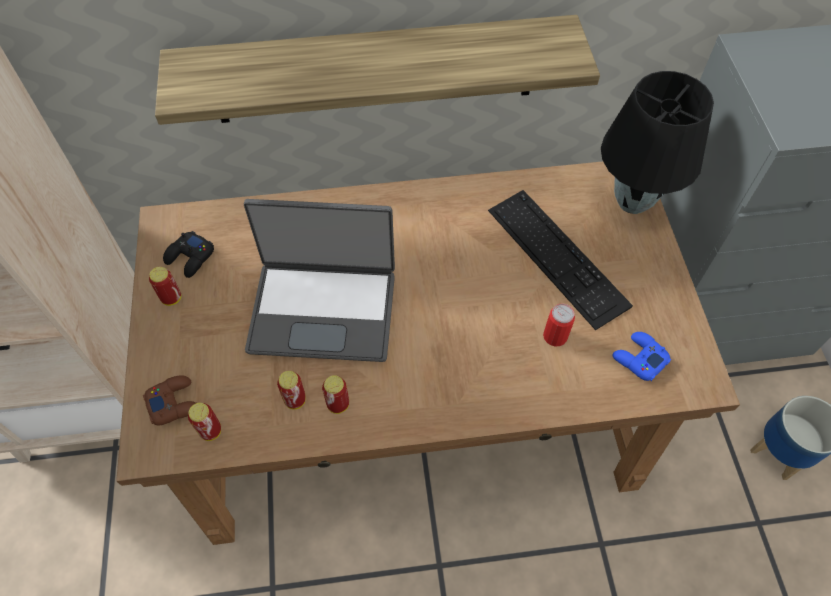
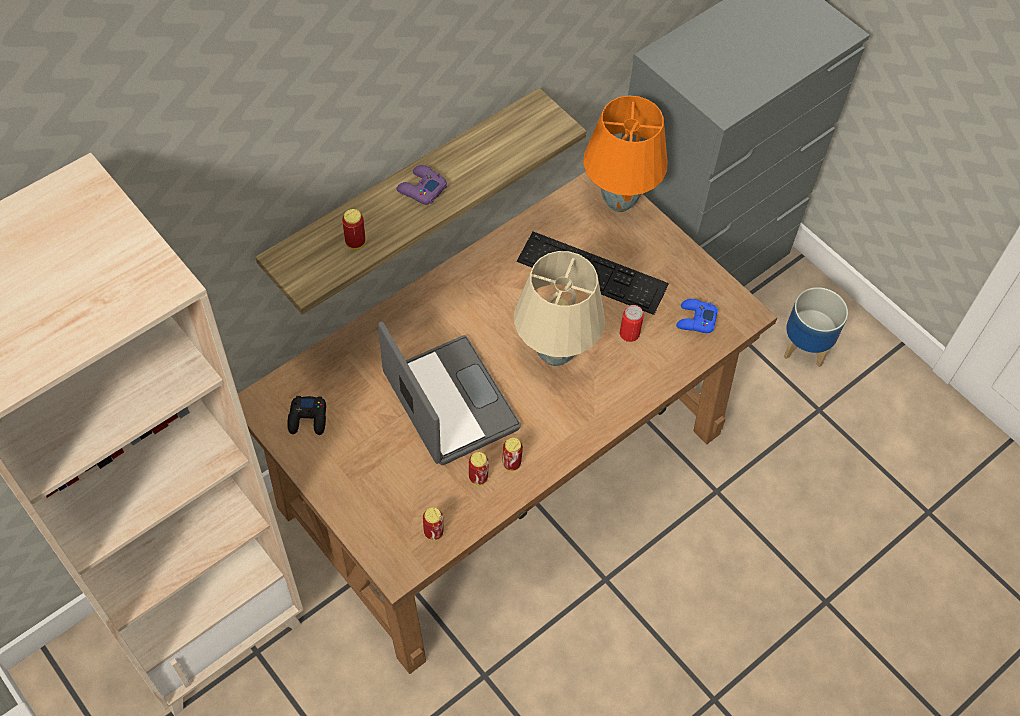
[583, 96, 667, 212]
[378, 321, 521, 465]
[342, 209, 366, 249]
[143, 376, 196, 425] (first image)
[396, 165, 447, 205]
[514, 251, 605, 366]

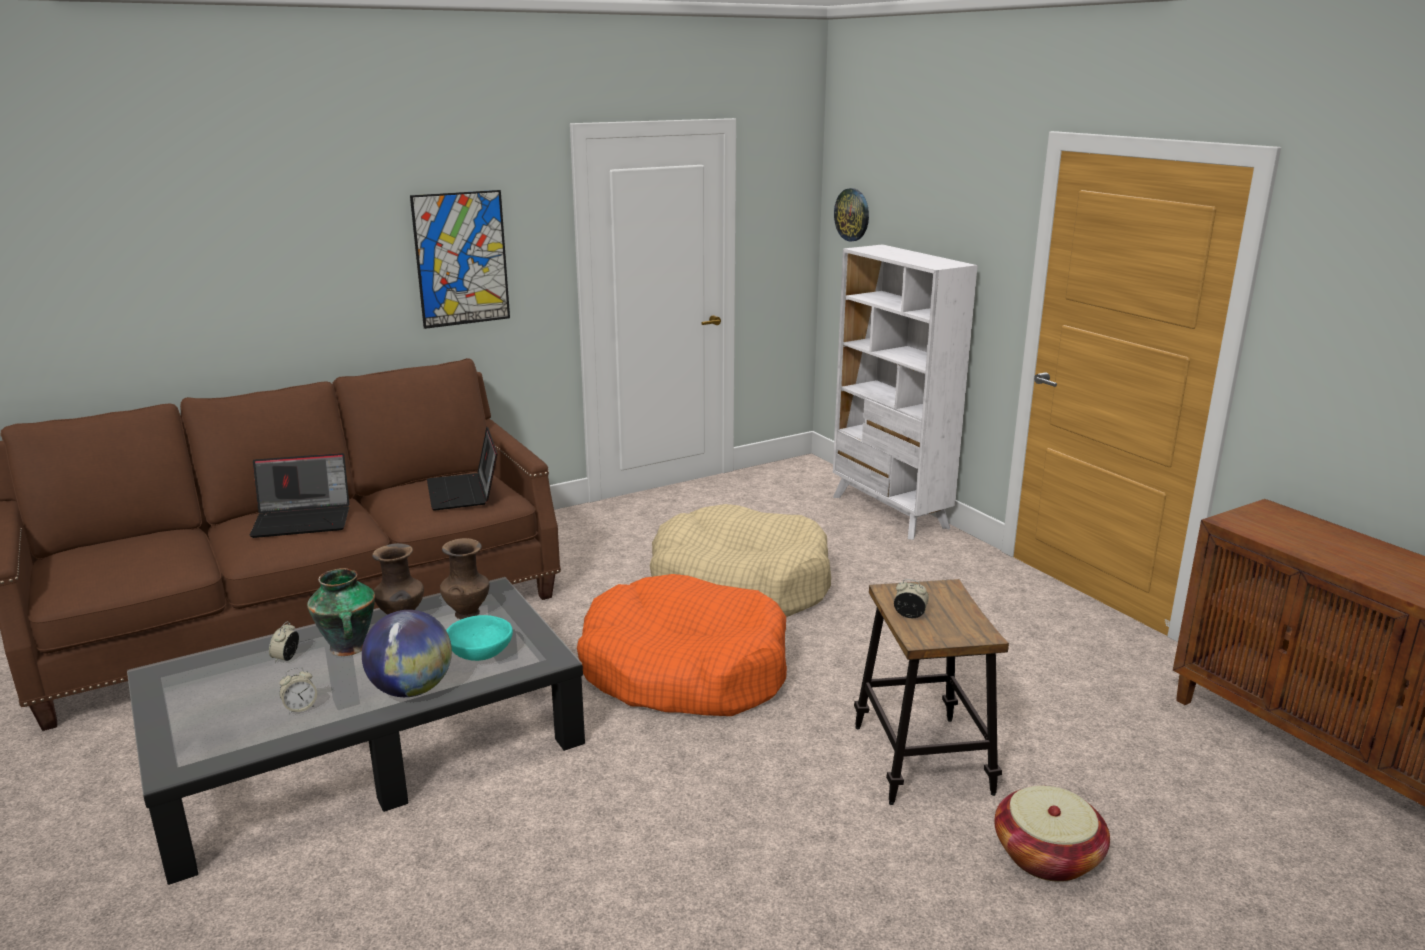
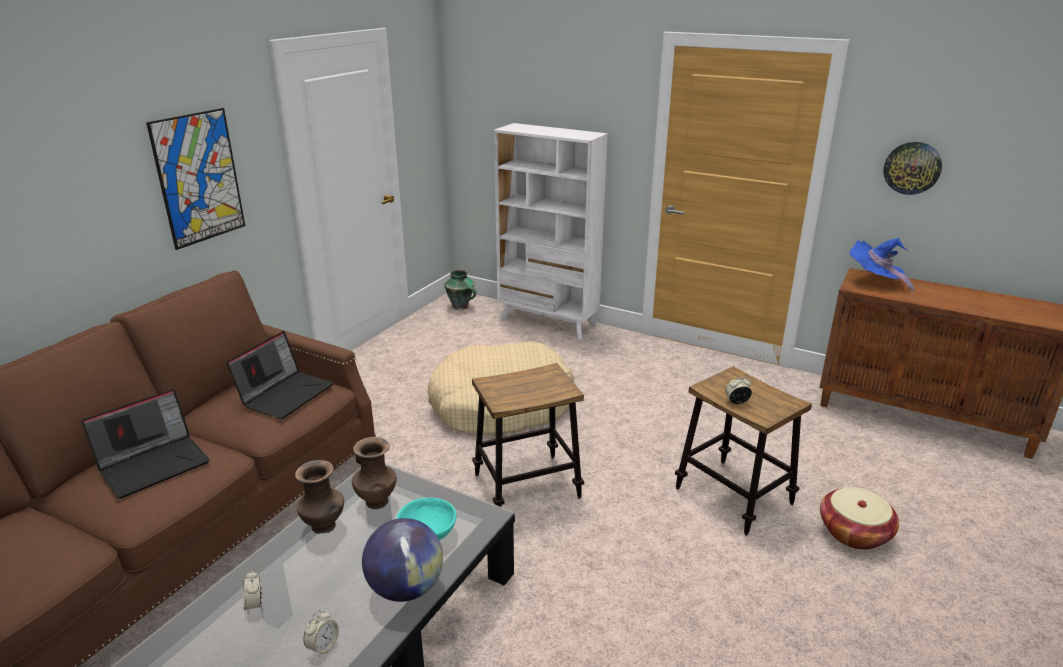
[883, 142, 942, 195]
[227, 331, 334, 419]
[444, 270, 476, 310]
[472, 363, 584, 507]
[850, 238, 915, 291]

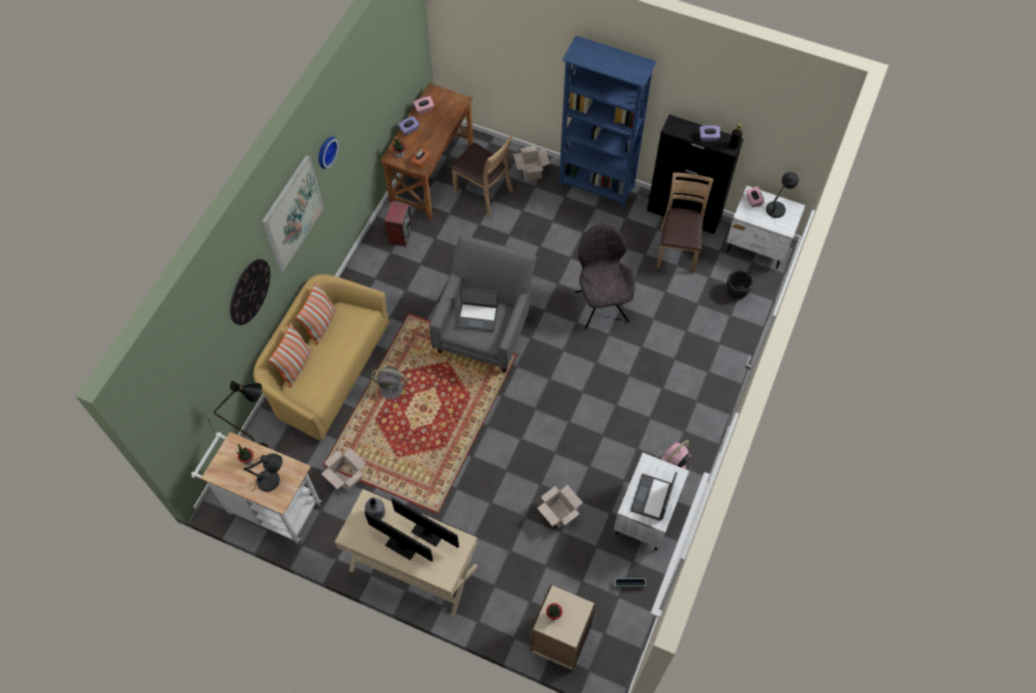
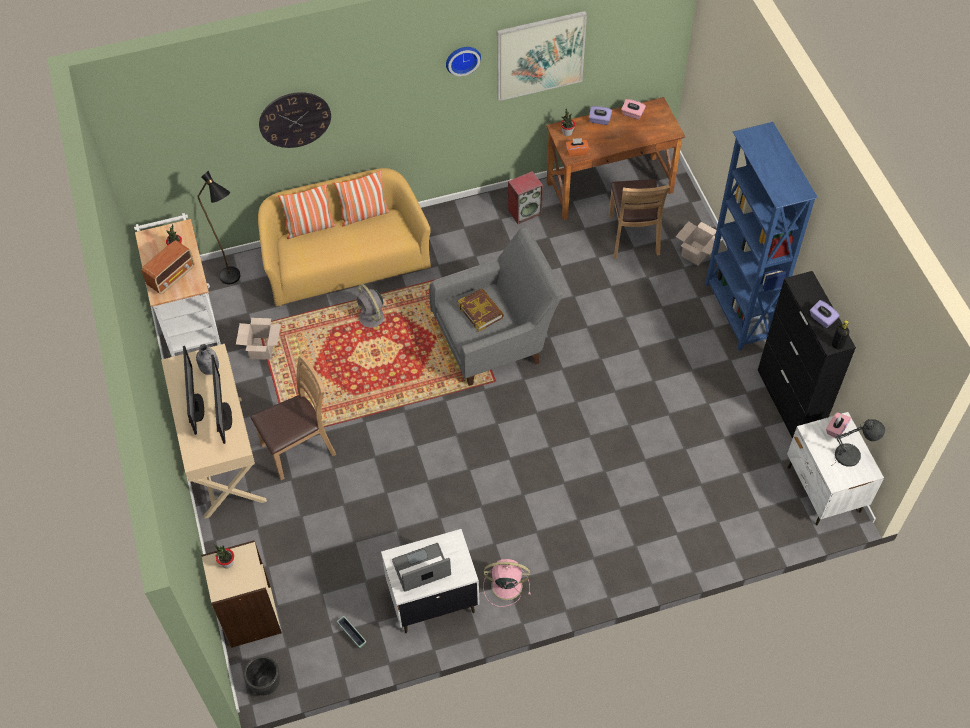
[497, 11, 587, 101]
[251, 354, 336, 480]
[575, 225, 635, 329] (first image)
[244, 656, 280, 695]
[458, 288, 504, 331]
[142, 240, 195, 294]
[537, 485, 583, 528] (first image)

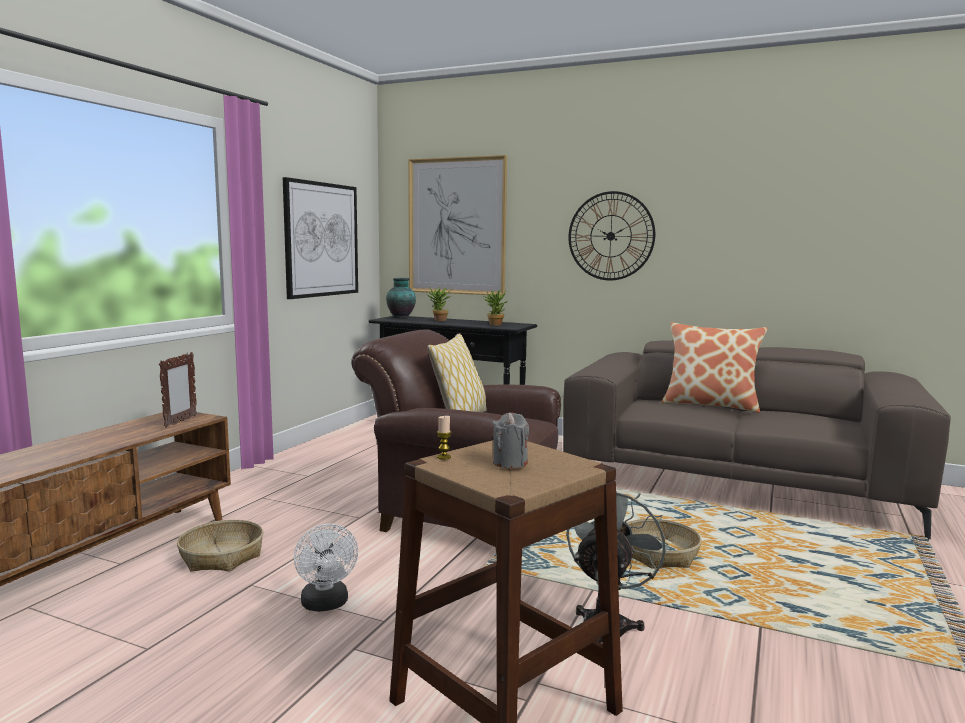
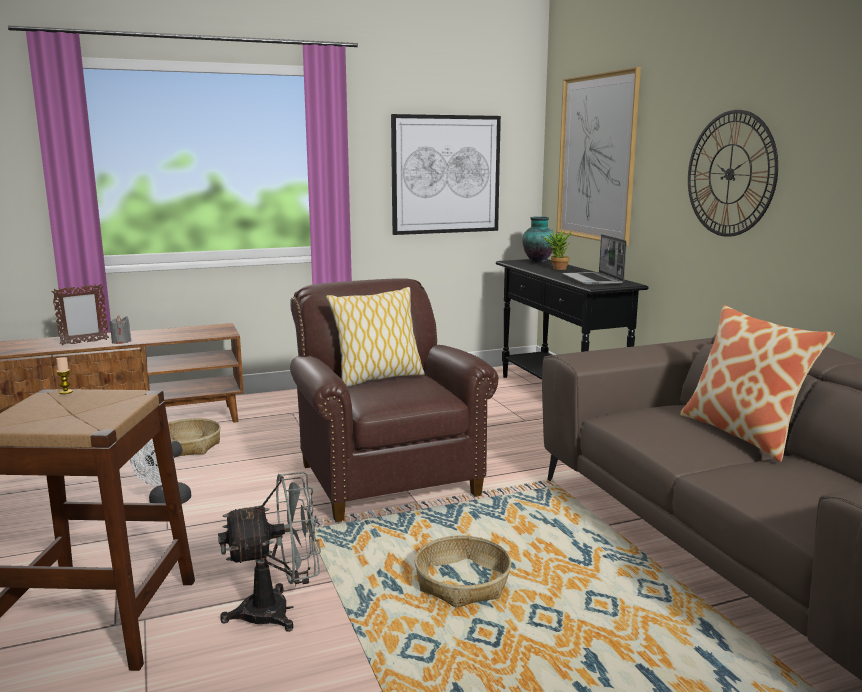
[562, 234, 627, 285]
[52, 284, 109, 346]
[109, 316, 131, 344]

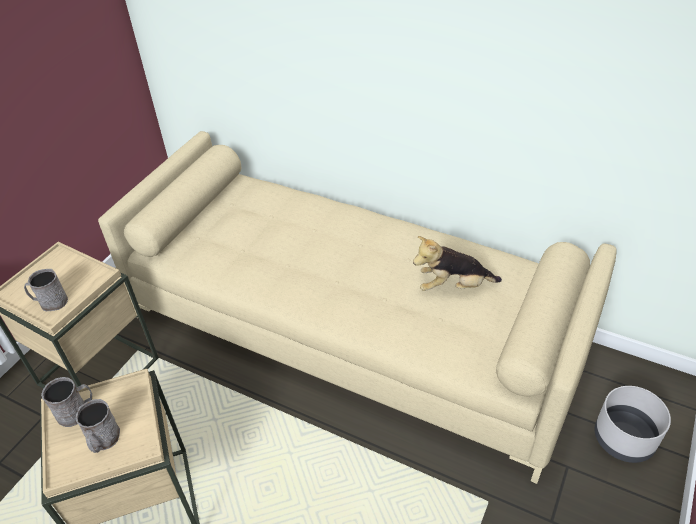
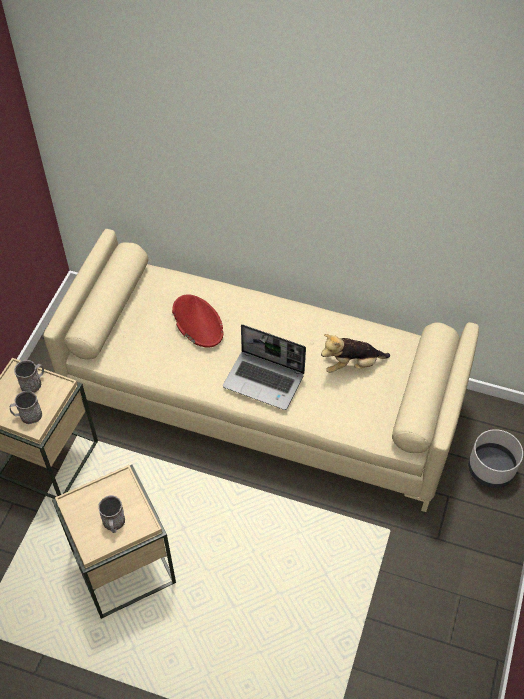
[14, 360, 44, 393]
[172, 294, 224, 348]
[223, 324, 306, 410]

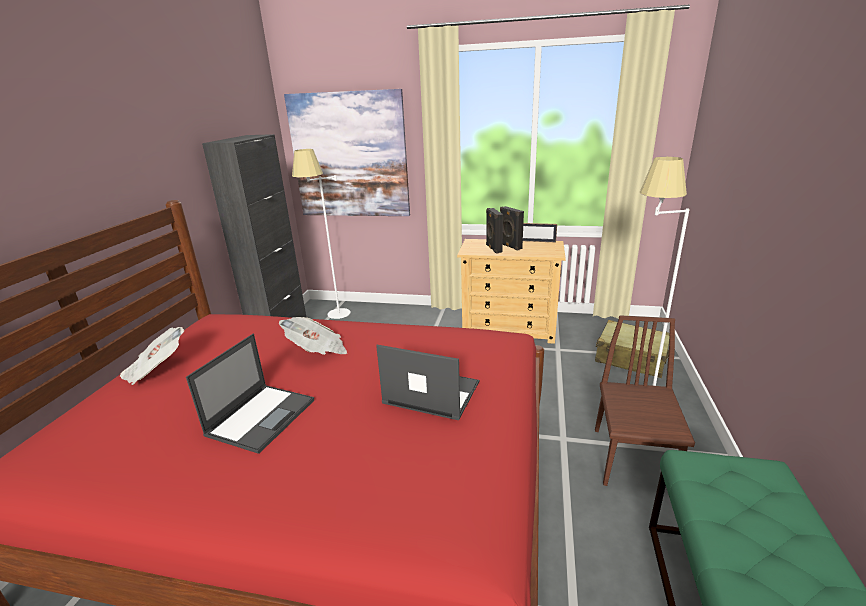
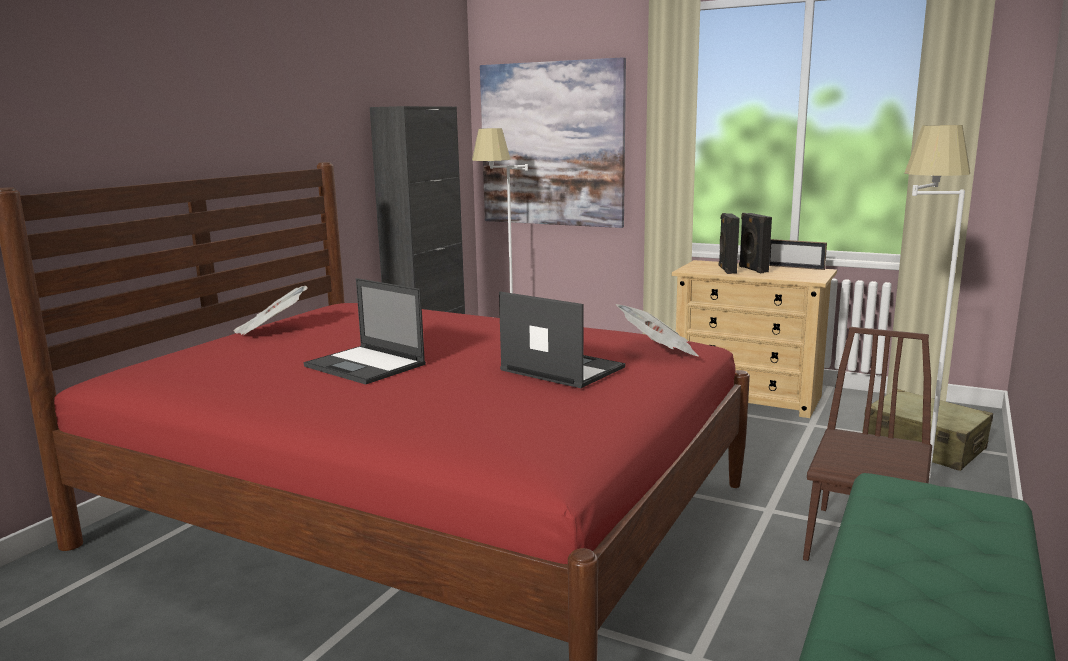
[616, 304, 698, 356]
[304, 278, 426, 384]

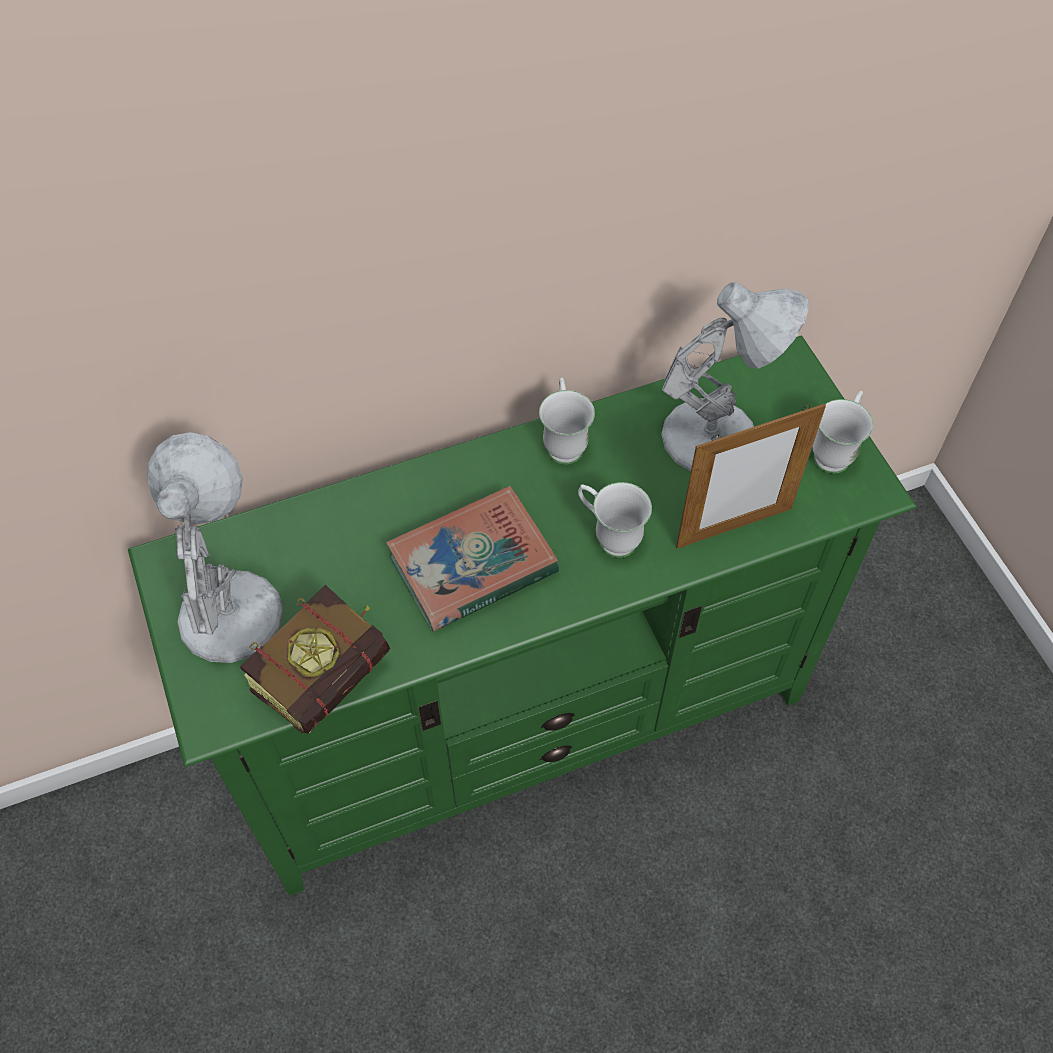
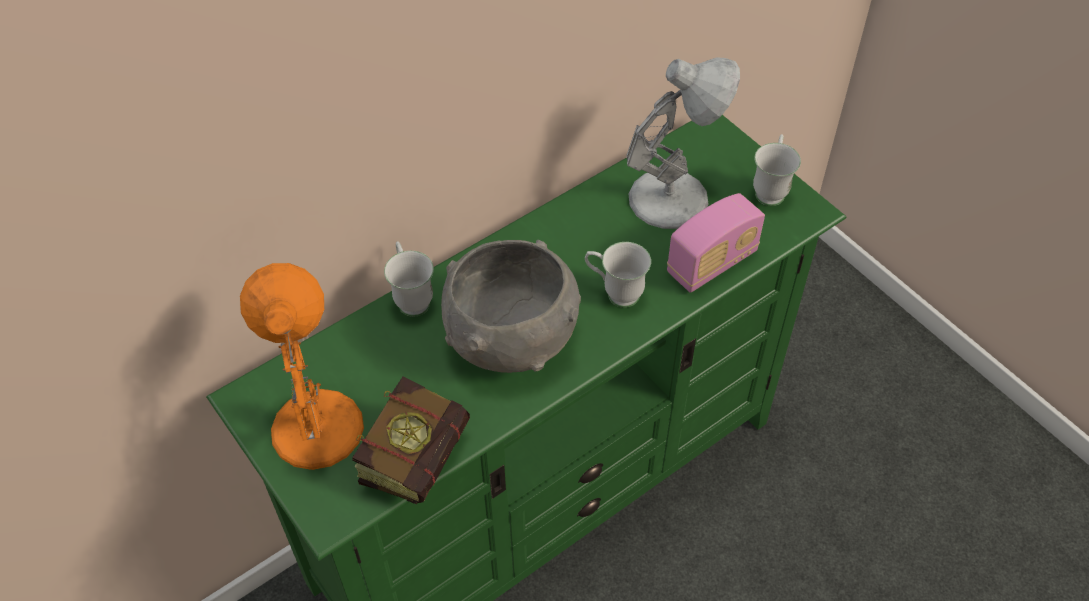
[384, 242, 434, 317]
[667, 193, 765, 293]
[240, 263, 364, 470]
[441, 240, 581, 373]

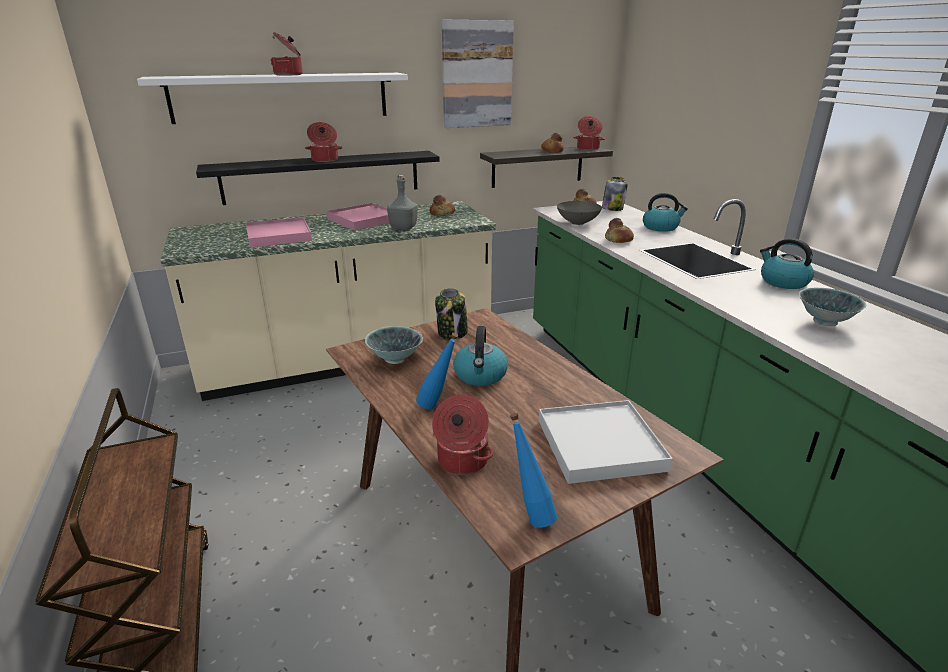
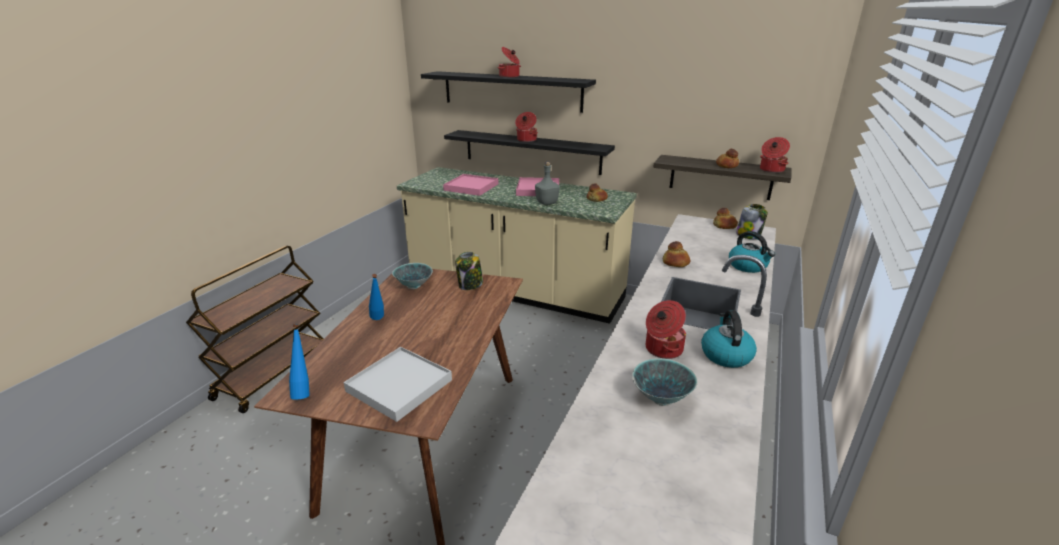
[442, 20, 514, 128] (first image)
[421, 71, 596, 113]
[557, 201, 602, 225] (first image)
[453, 326, 508, 386] (first image)
[646, 300, 686, 359]

